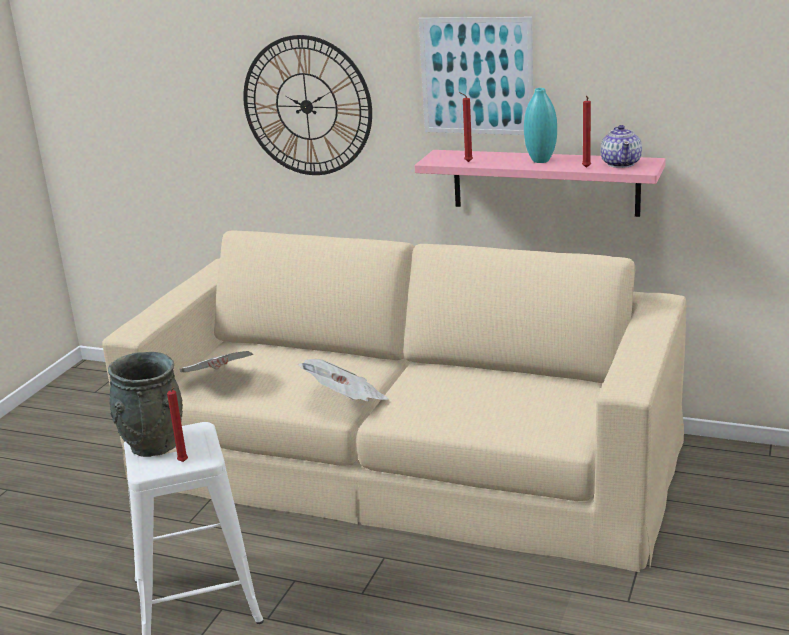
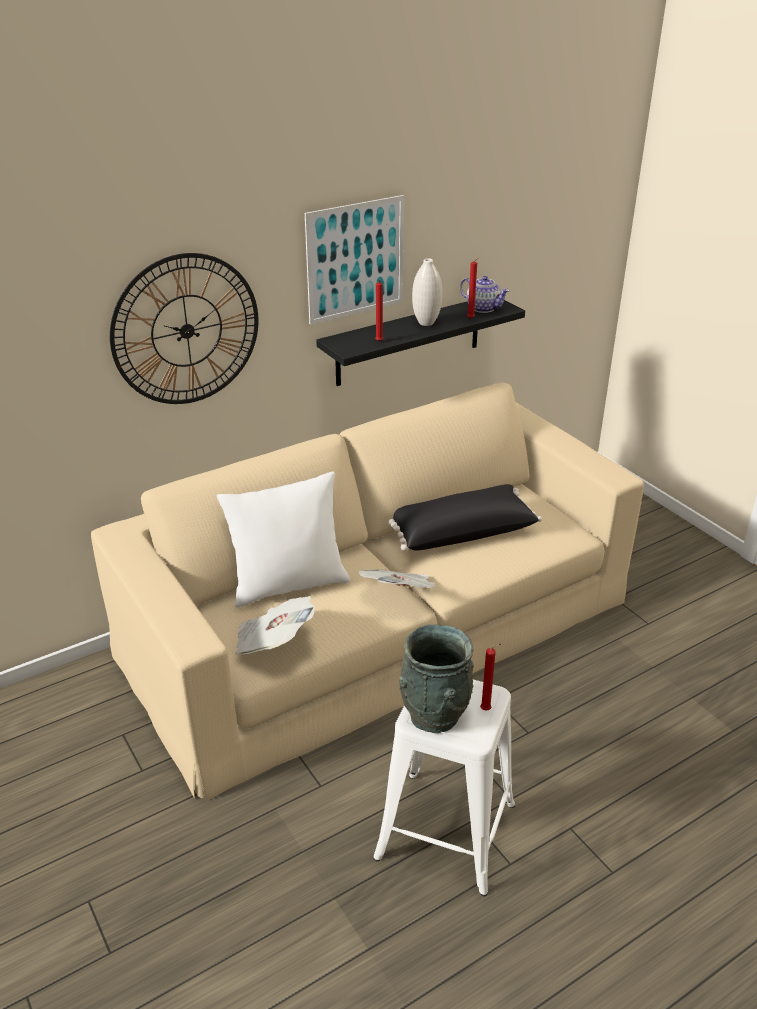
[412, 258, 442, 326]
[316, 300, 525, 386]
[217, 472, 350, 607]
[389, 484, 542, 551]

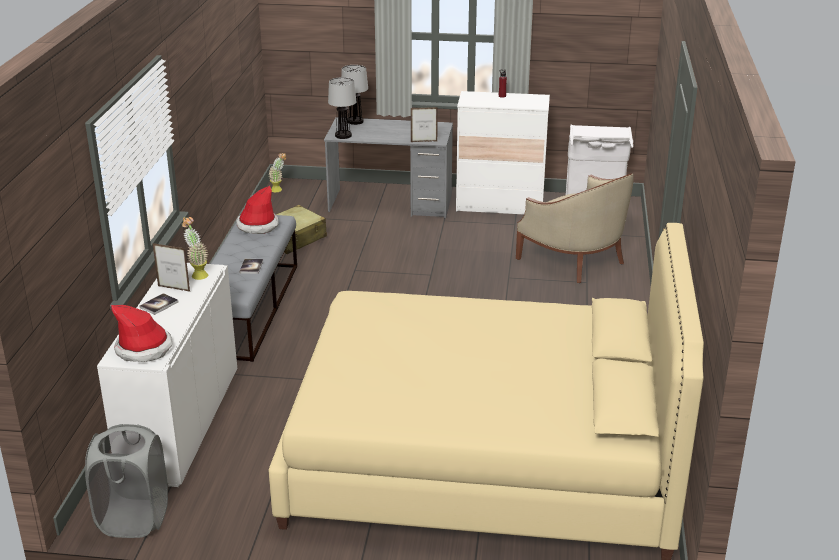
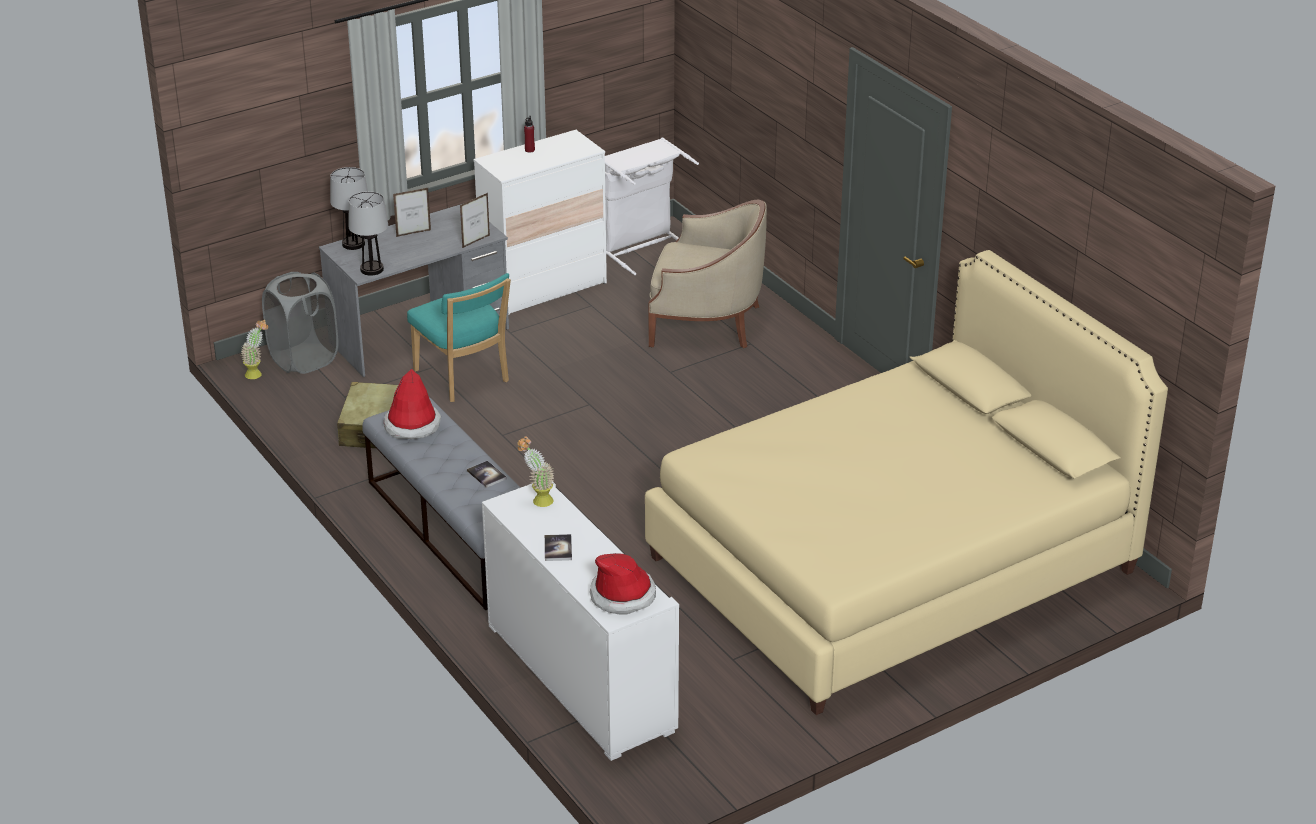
[393, 188, 431, 237]
[262, 272, 339, 374]
[407, 273, 511, 402]

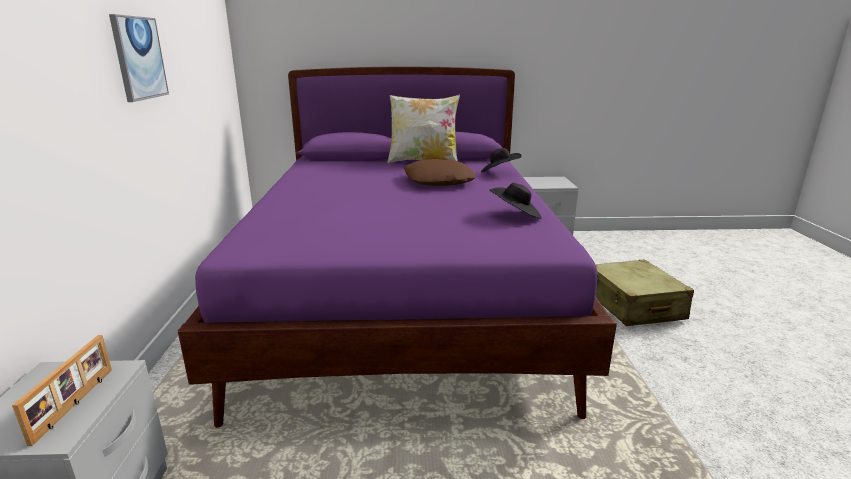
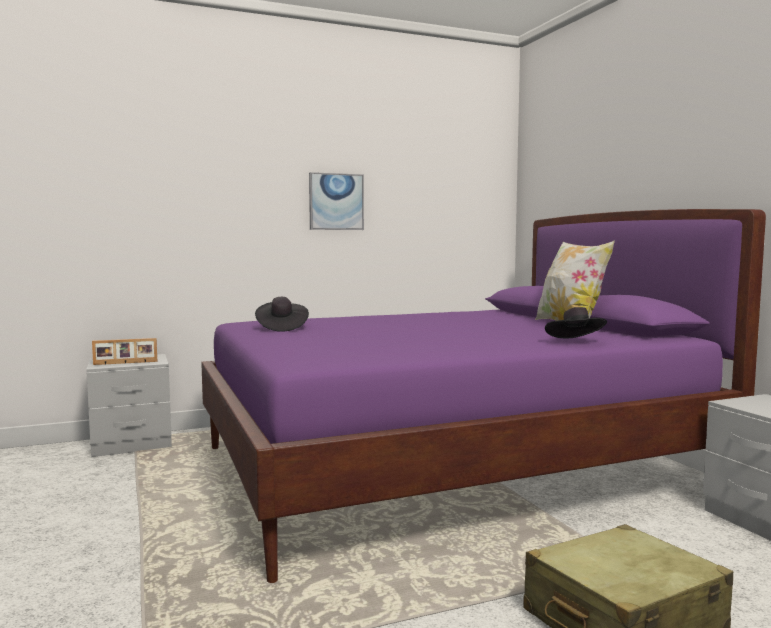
[404, 159, 476, 186] (first image)
[255, 297, 309, 332]

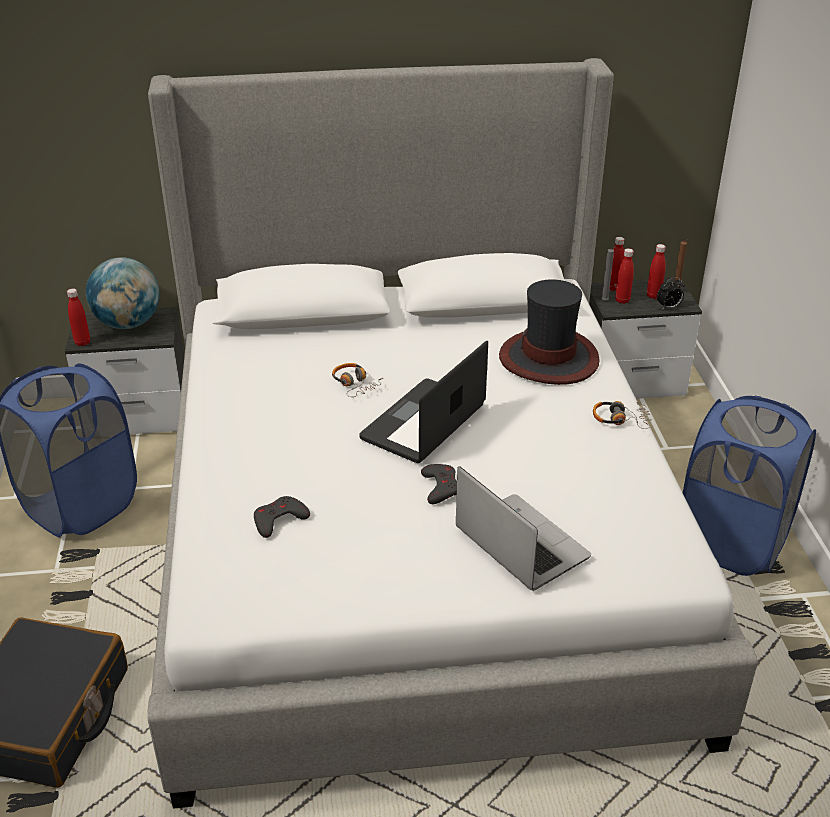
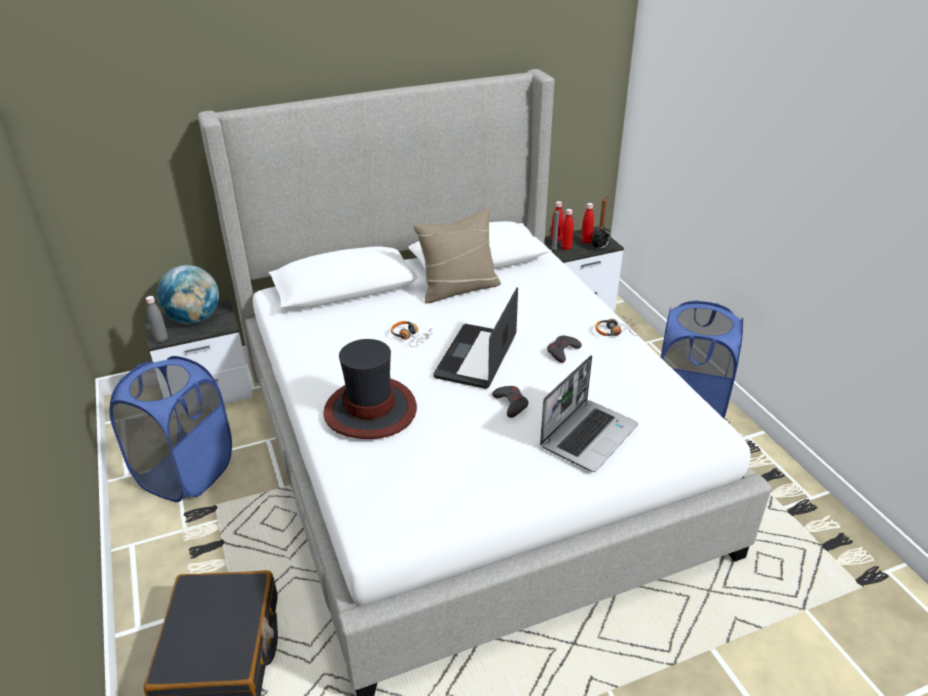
[323, 339, 417, 439]
[146, 296, 168, 343]
[540, 355, 638, 472]
[547, 336, 582, 363]
[413, 208, 501, 303]

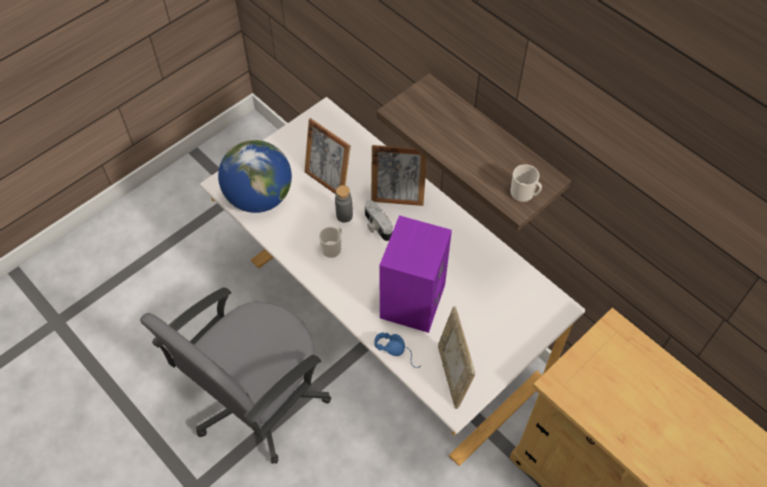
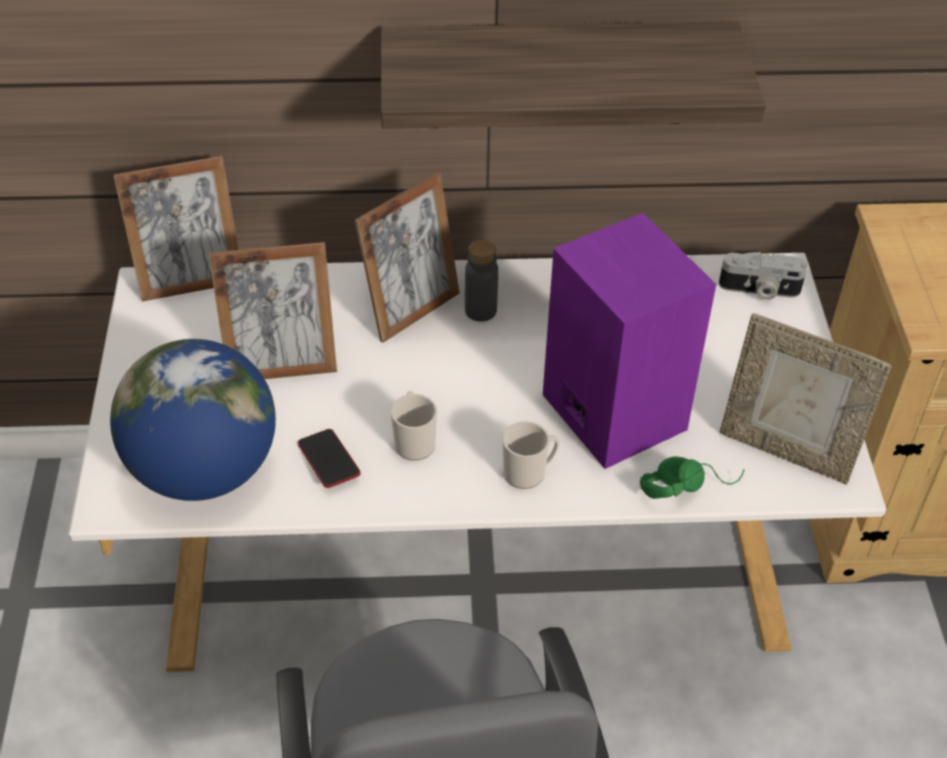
[502, 421, 559, 489]
[465, 240, 498, 322]
[719, 252, 808, 300]
[640, 456, 744, 499]
[113, 156, 239, 302]
[298, 429, 361, 488]

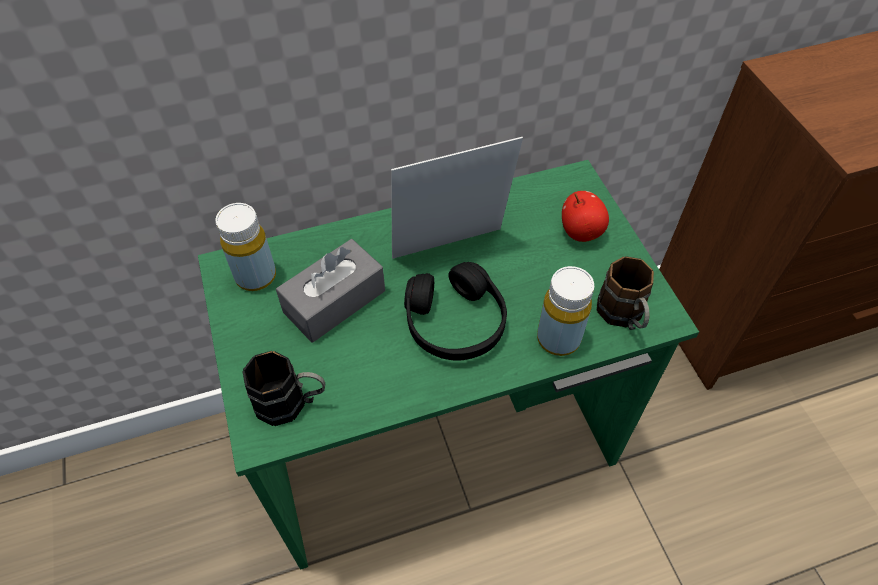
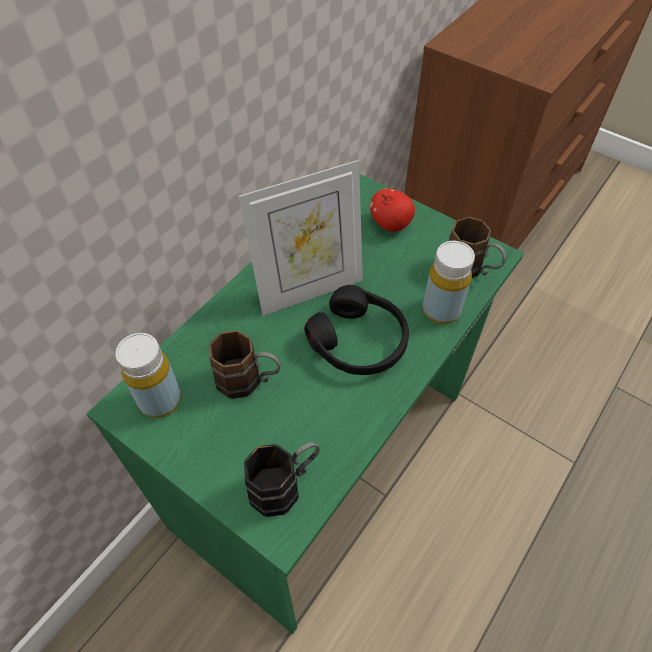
[239, 160, 363, 316]
[209, 330, 281, 399]

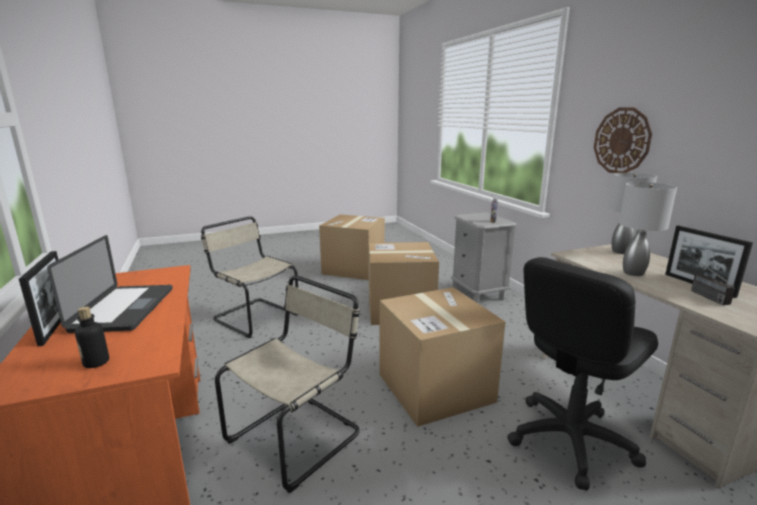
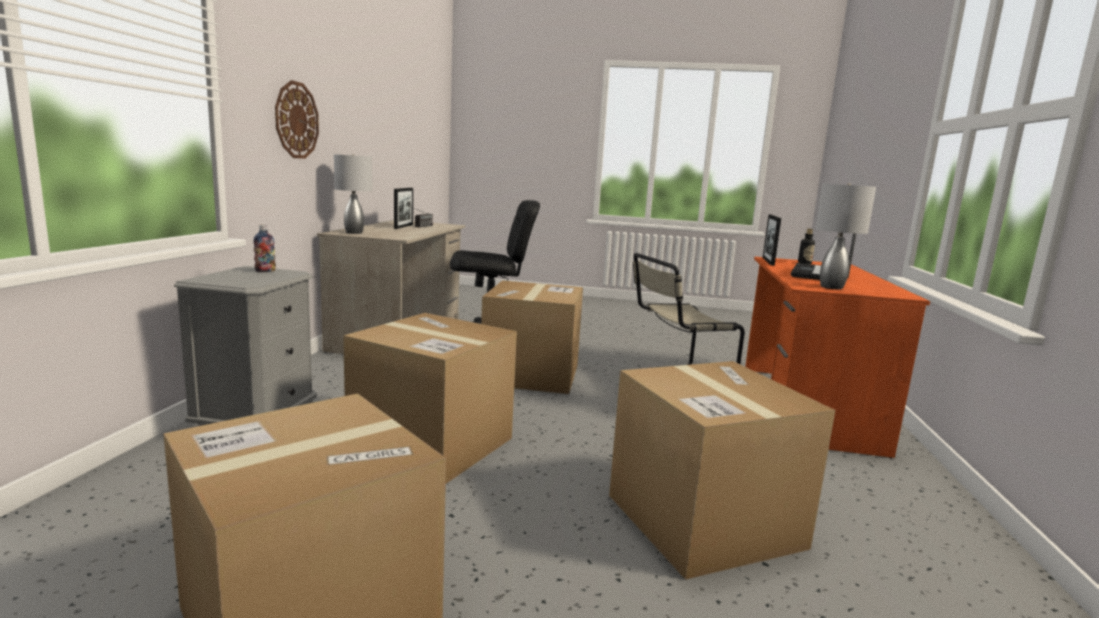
[815, 183, 876, 289]
[609, 361, 835, 580]
[763, 214, 781, 266]

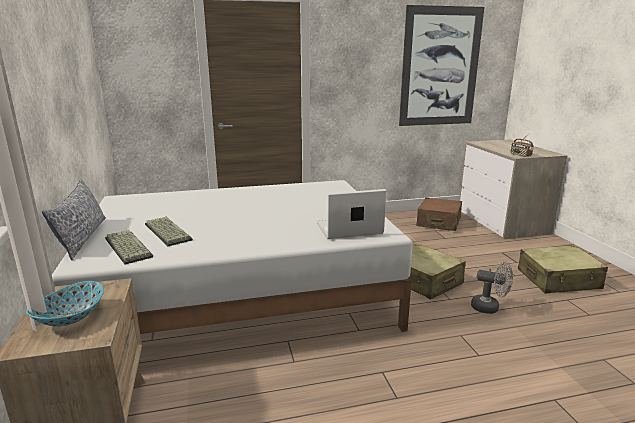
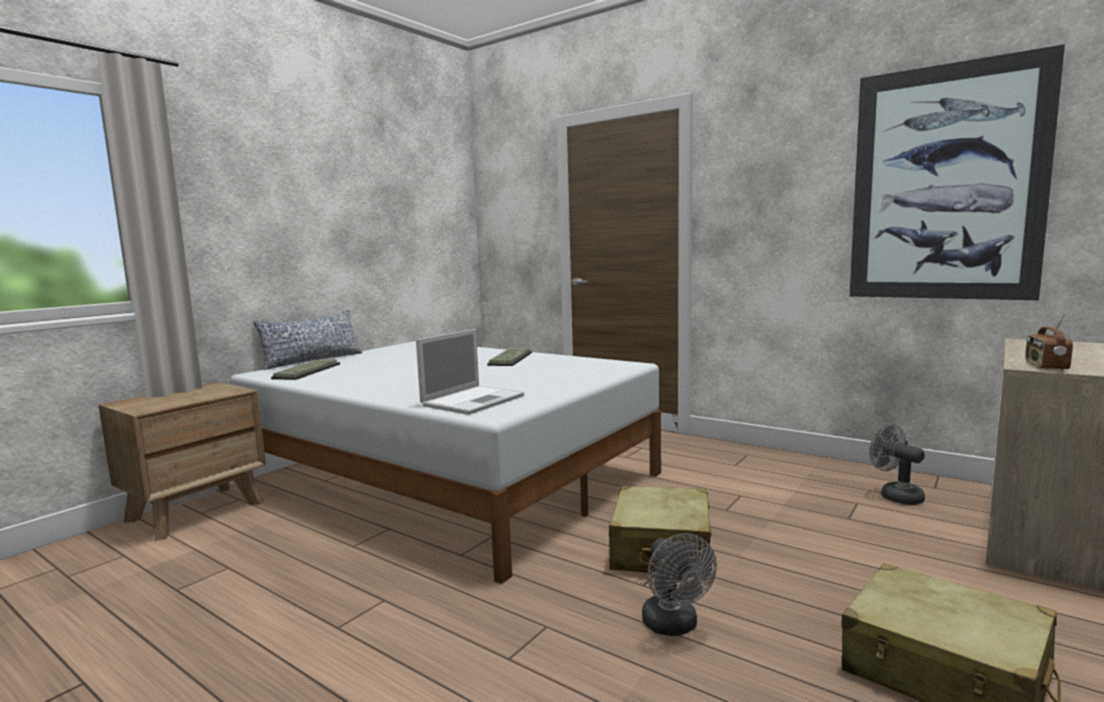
[416, 329, 524, 415]
[870, 424, 925, 505]
[487, 348, 532, 366]
[26, 281, 104, 327] (first image)

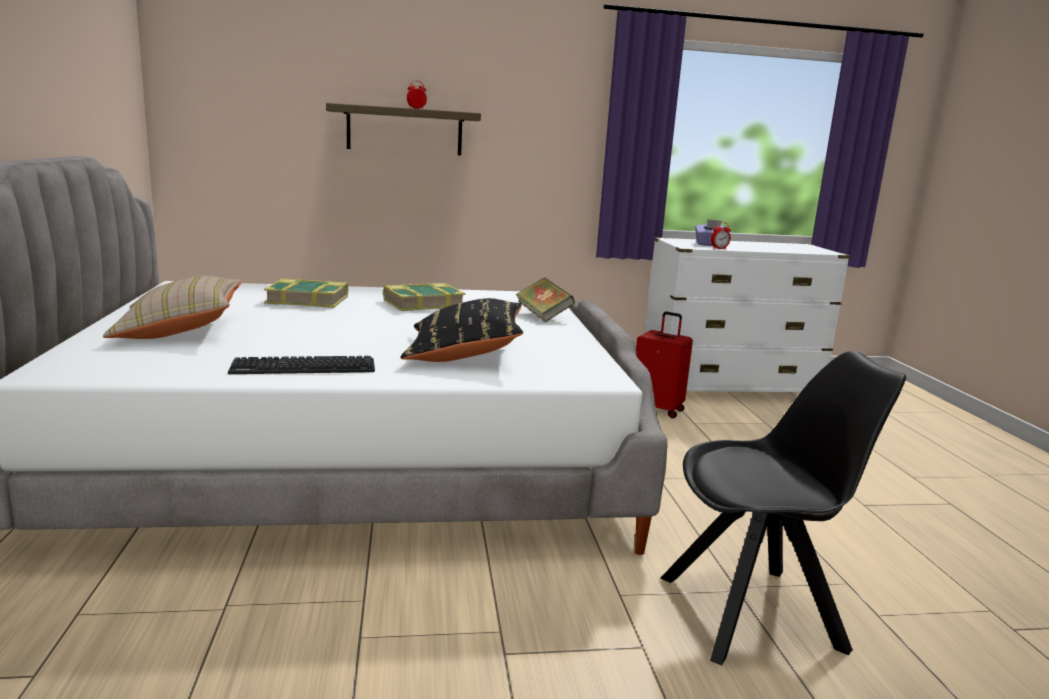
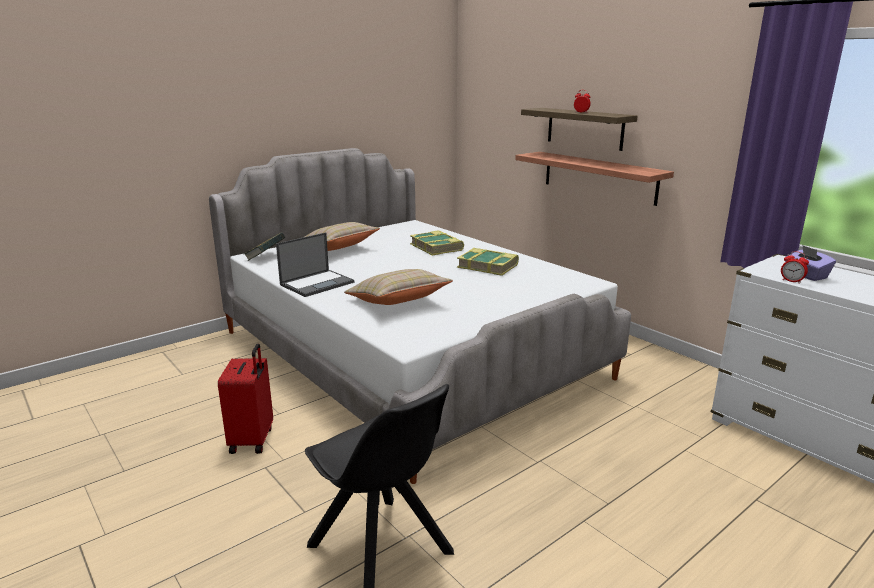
[244, 232, 285, 261]
[344, 269, 453, 305]
[218, 344, 273, 454]
[276, 233, 354, 297]
[515, 152, 674, 206]

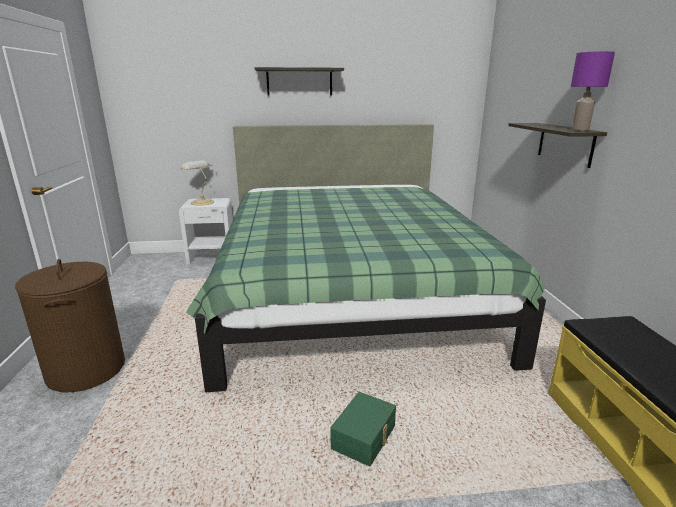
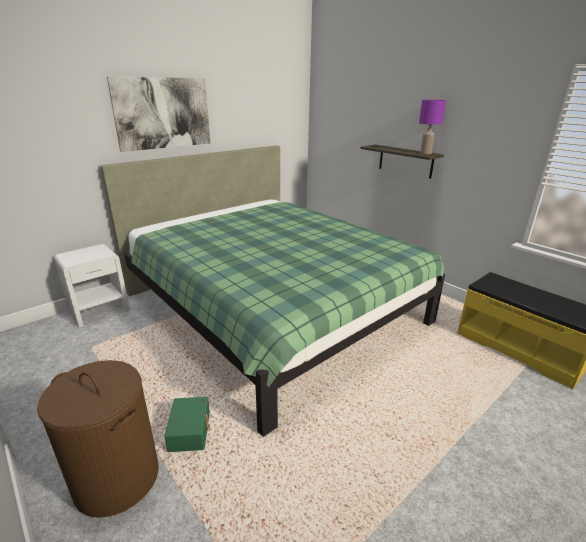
[107, 76, 210, 152]
[180, 160, 214, 206] (first image)
[165, 397, 210, 452]

